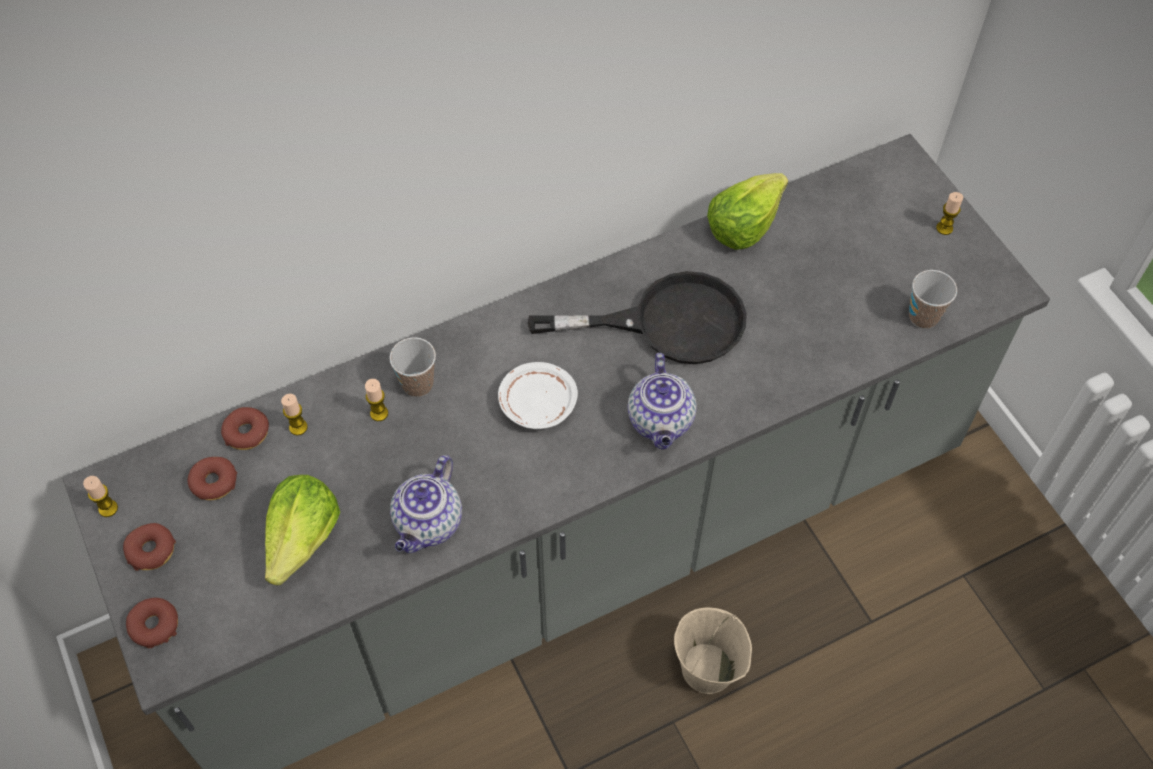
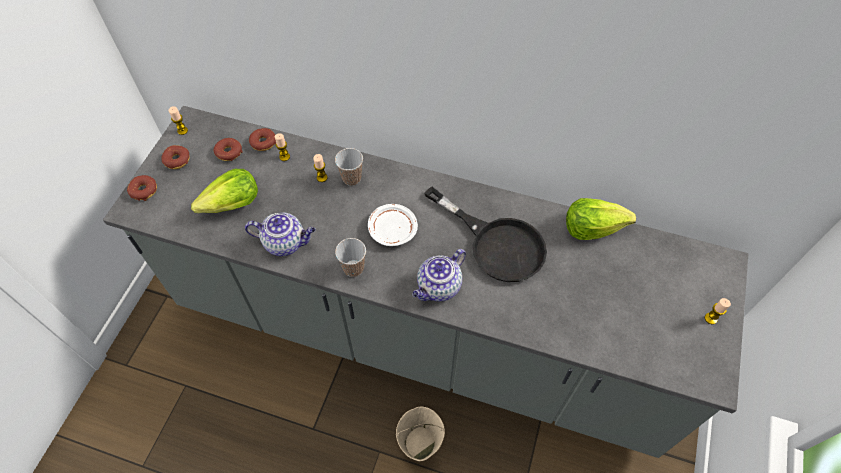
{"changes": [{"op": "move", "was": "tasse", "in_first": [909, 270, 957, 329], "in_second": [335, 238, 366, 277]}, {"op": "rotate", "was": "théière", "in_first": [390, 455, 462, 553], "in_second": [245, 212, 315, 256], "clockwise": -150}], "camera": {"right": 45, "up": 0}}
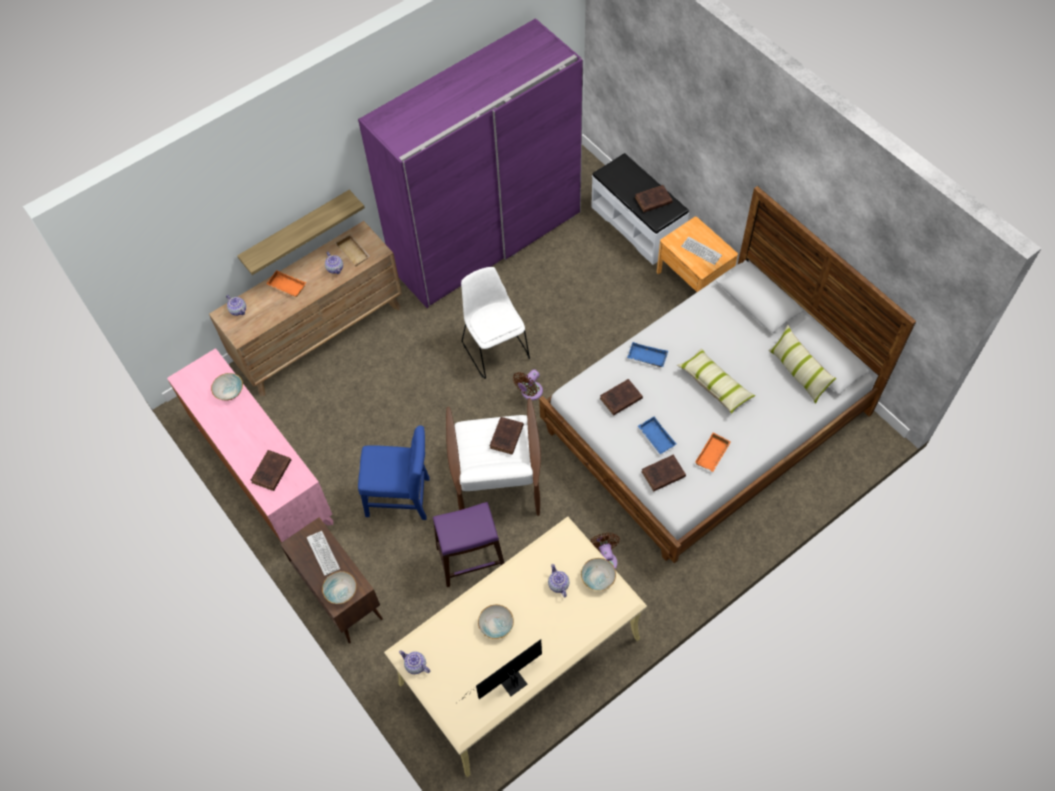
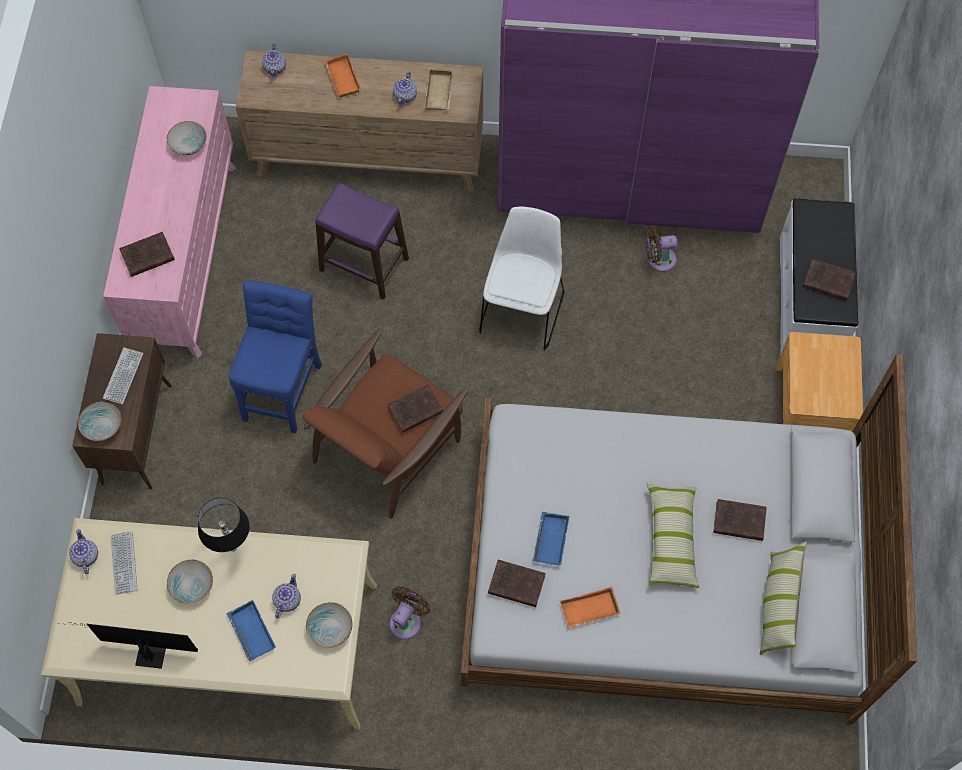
{"changes": [{"op": "delete", "was": "étagère", "in_first": [237, 190, 365, 275]}, {"op": "insert", "now": "lampe de table (noir)", "in_second": [198, 498, 250, 552]}, {"op": "move", "was": "tabouret (violet)", "in_first": [433, 502, 504, 587], "in_second": [315, 183, 409, 300]}, {"op": "move", "was": "ventilateur (marron)", "in_first": [513, 369, 543, 400], "in_second": [645, 225, 678, 272]}, {"op": "move", "was": "livre (marron)", "in_first": [600, 379, 643, 415], "in_second": [713, 499, 767, 541]}, {"op": "move", "was": "plateau (bleu)", "in_first": [627, 342, 668, 367], "in_second": [226, 600, 276, 662]}, {"op": "move", "was": "clavier", "in_first": [681, 237, 722, 265], "in_second": [111, 531, 138, 595]}, {"op": "recolor", "was": "fauteuil (blanc)", "now": "fauteuil (marron)", "in_first": [446, 398, 541, 516], "in_second": [302, 330, 468, 519]}, {"op": "rotate", "was": "chaise (bleu)", "in_first": [358, 425, 430, 520], "in_second": [229, 280, 322, 433], "clockwise": -120}], "camera": {"right": 40, "up": 5}}
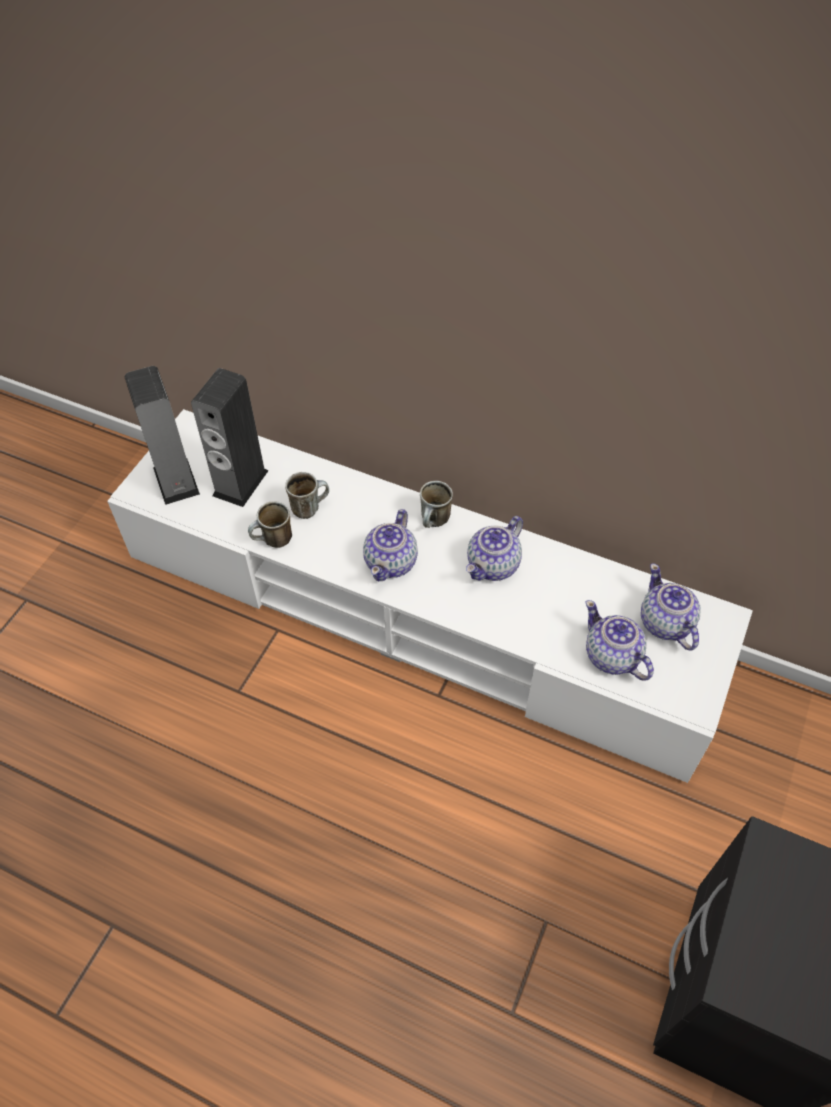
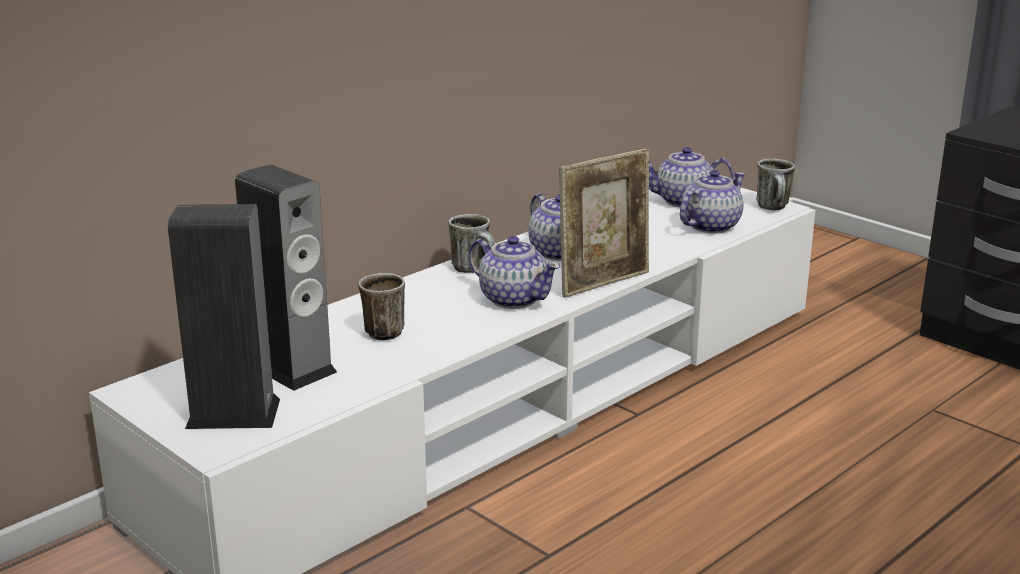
{"changes": [{"op": "insert", "now": "cadre photo", "in_second": [559, 148, 649, 298]}, {"op": "move", "was": "mug", "in_first": [248, 501, 292, 548], "in_second": [756, 159, 795, 210]}, {"op": "rotate", "was": "théière", "in_first": [585, 600, 654, 681], "in_second": [680, 170, 745, 233], "clockwise": 150}], "camera": {"right": -70, "up": -30}}
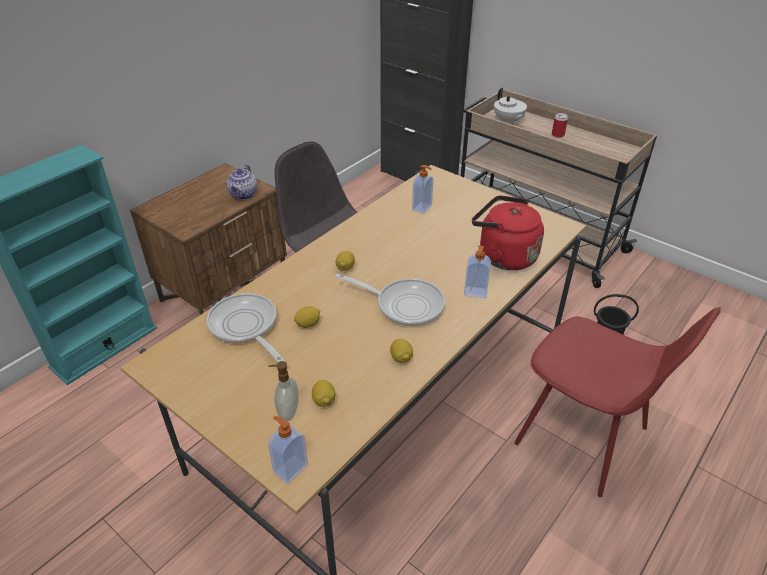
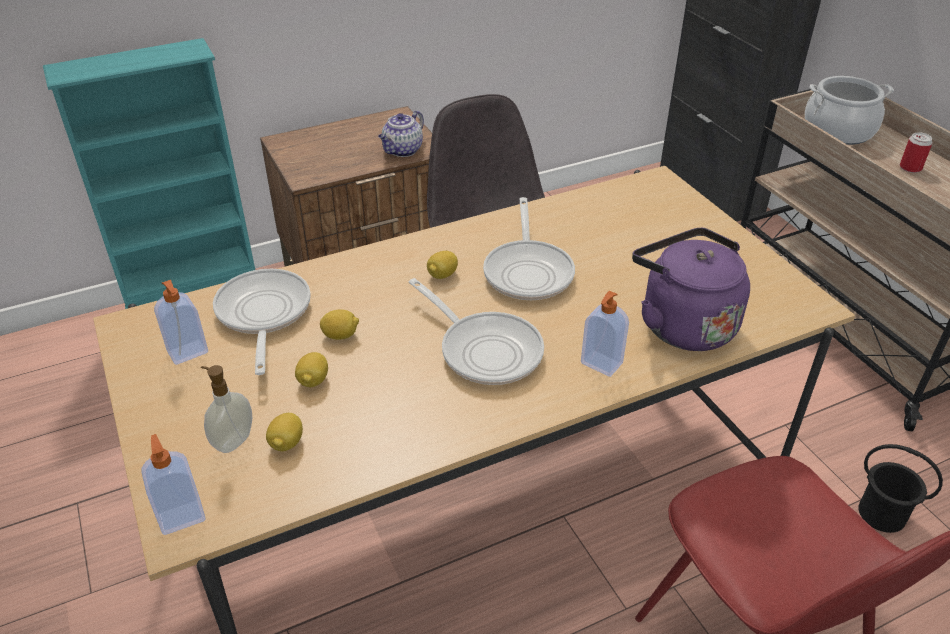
{"changes": [{"op": "insert", "now": "poêle", "in_second": [483, 197, 575, 300]}, {"op": "move", "was": "citron", "in_first": [390, 339, 413, 363], "in_second": [295, 352, 328, 387]}, {"op": "move", "was": "distributeur de savon", "in_first": [412, 165, 433, 214], "in_second": [154, 280, 208, 365]}, {"op": "replace", "was": "théière (blanc)", "now": "marmite", "in_first": [494, 88, 527, 125], "in_second": [805, 76, 894, 145]}, {"op": "recolor", "was": "bouilloire (rouge)", "now": "bouilloire (violet)", "in_first": [472, 195, 544, 270], "in_second": [632, 228, 750, 351]}], "camera": {"right": 25, "up": 0}}
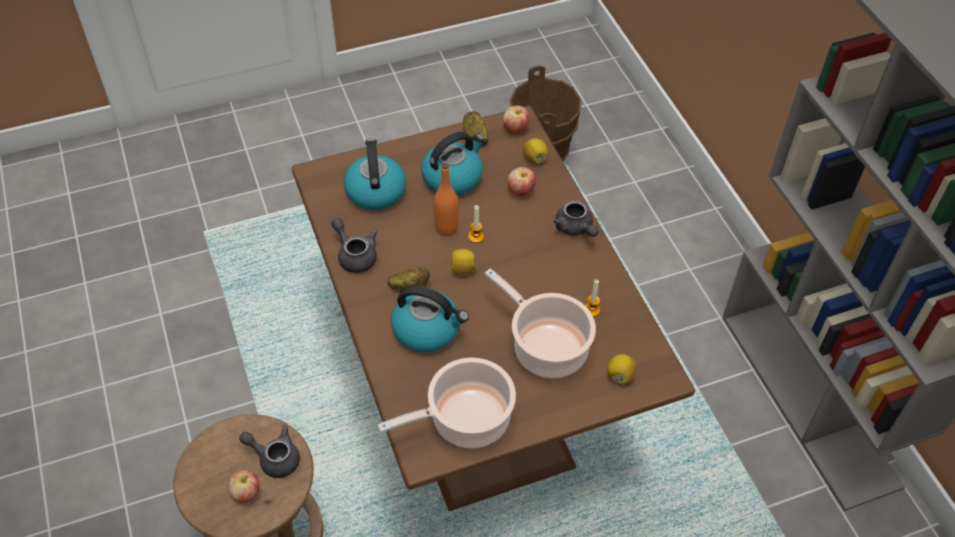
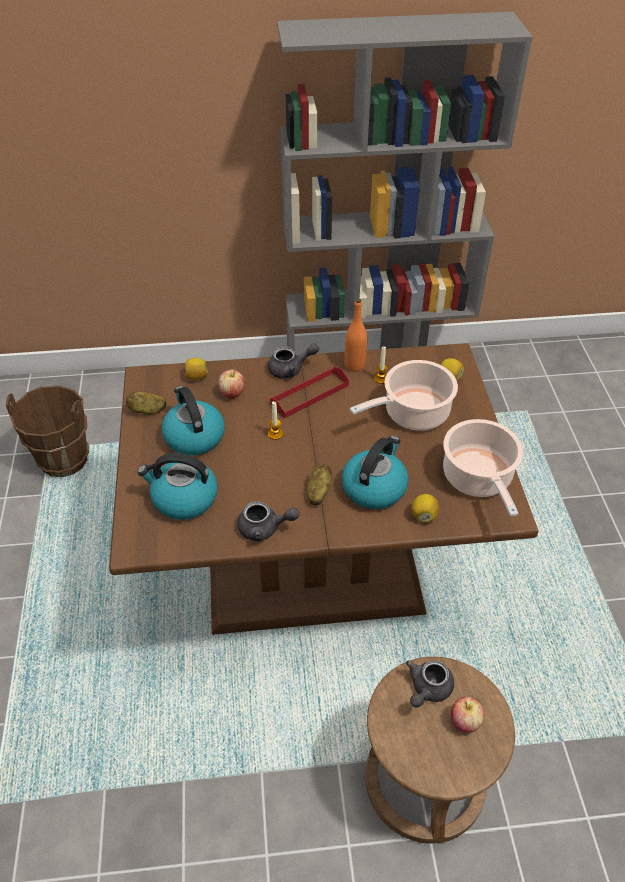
{"changes": [{"op": "delete", "was": "pomme", "in_first": [503, 105, 530, 134]}, {"op": "insert", "now": "plateau (rouge)", "in_second": [270, 367, 349, 418]}, {"op": "move", "was": "bouteille (orange)", "in_first": [434, 163, 458, 236], "in_second": [345, 298, 367, 372]}, {"op": "move", "was": "citron", "in_first": [451, 249, 477, 274], "in_second": [412, 494, 439, 523]}, {"op": "rotate", "was": "théière (gris)", "in_first": [331, 218, 377, 273], "in_second": [237, 501, 299, 542], "clockwise": -150}], "camera": {"right": -75, "up": -5}}
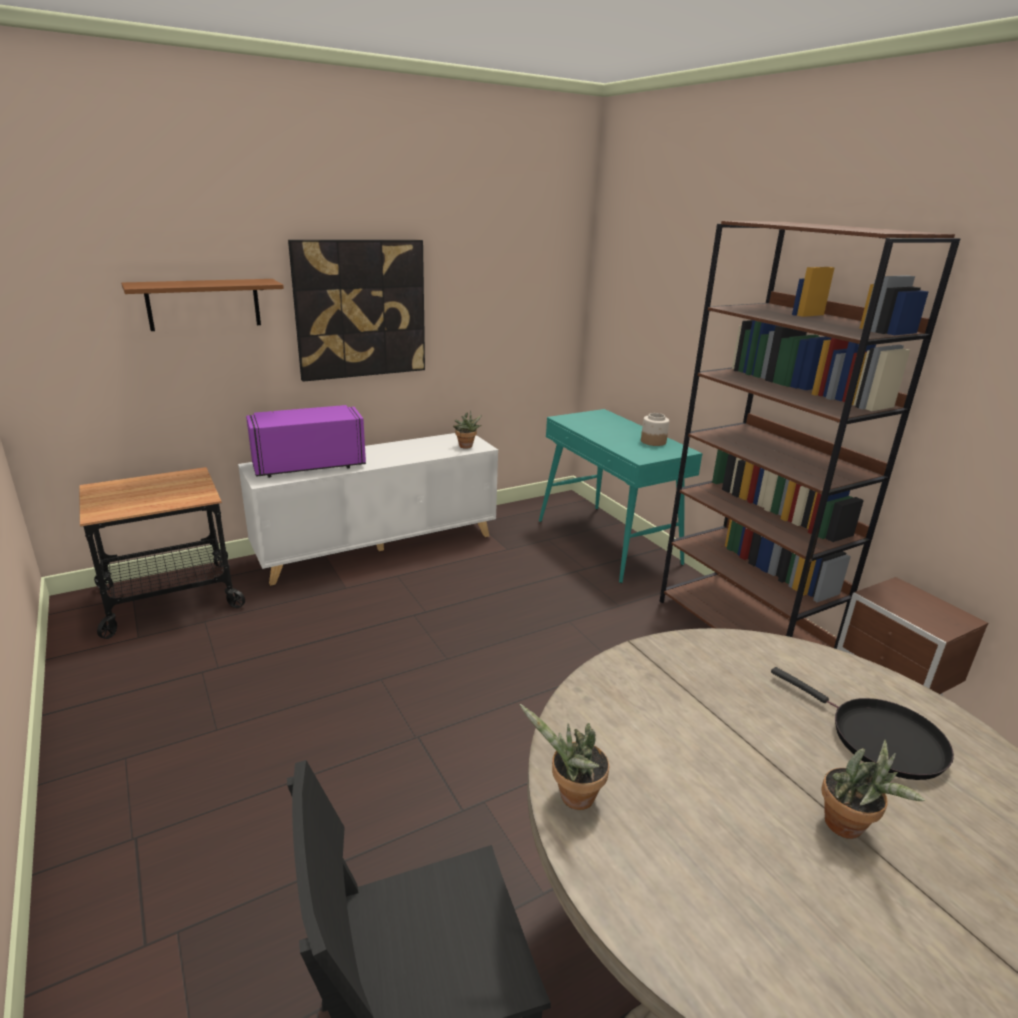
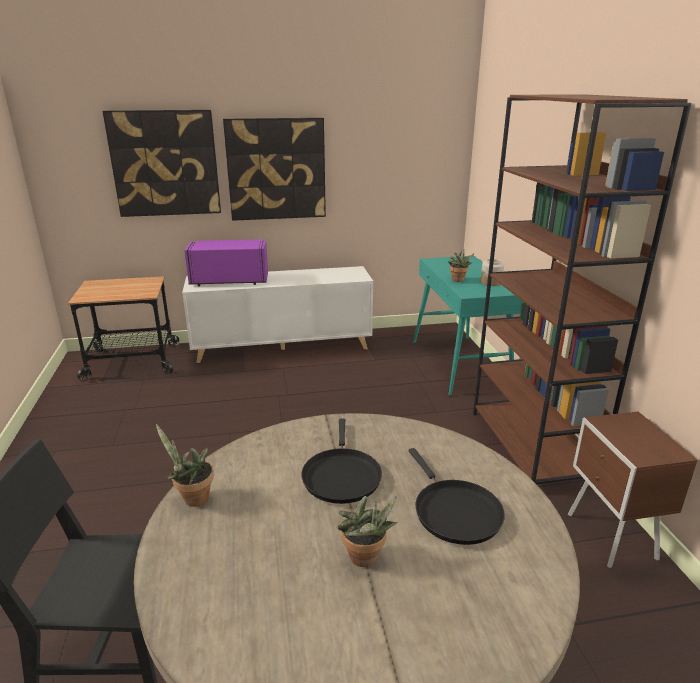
{"changes": [{"op": "insert", "now": "poêle (noir)", "in_second": [301, 419, 382, 504]}, {"op": "move", "was": "plante en pot", "in_first": [453, 410, 482, 449], "in_second": [448, 250, 475, 282]}, {"op": "replace", "was": "étagère (marron)", "now": "tableau", "in_first": [121, 279, 284, 331], "in_second": [103, 110, 221, 217]}], "camera": {"right": 20, "up": 0}}
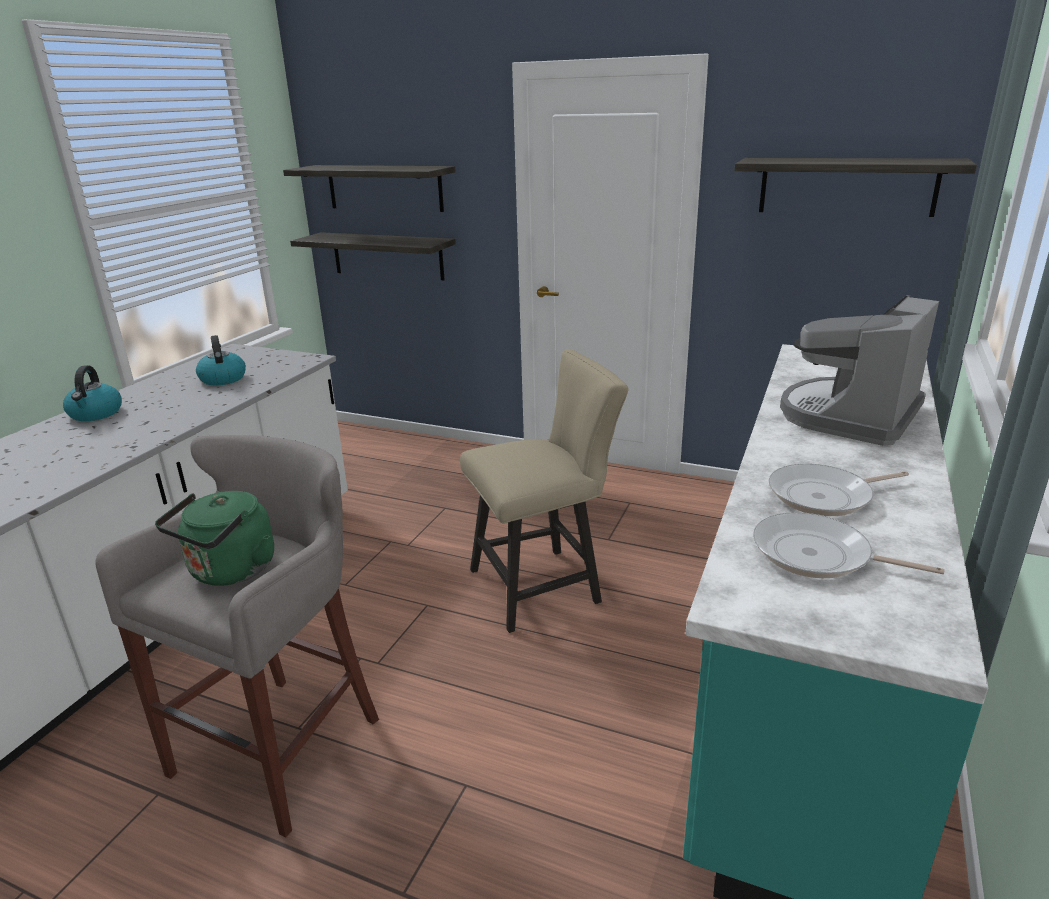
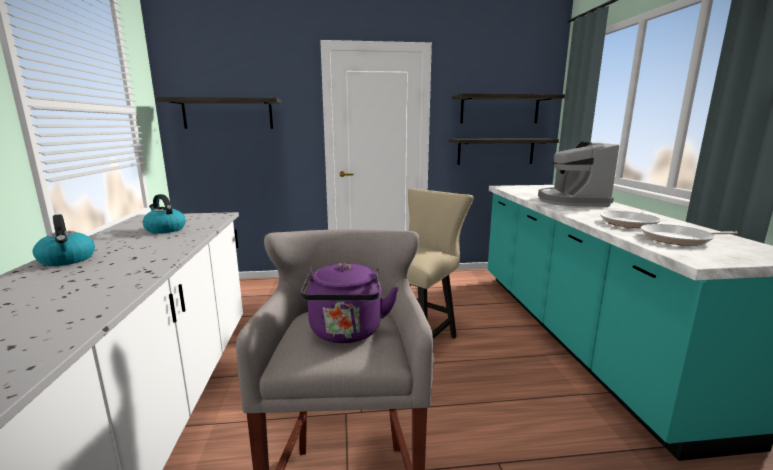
{"changes": [{"op": "move", "was": "étagère", "in_first": [290, 232, 456, 280], "in_second": [449, 138, 559, 165]}, {"op": "recolor", "was": "bouilloire (vert)", "now": "bouilloire (violet)", "in_first": [155, 491, 274, 586], "in_second": [301, 263, 399, 343]}], "camera": {"right": -30, "up": -10}}
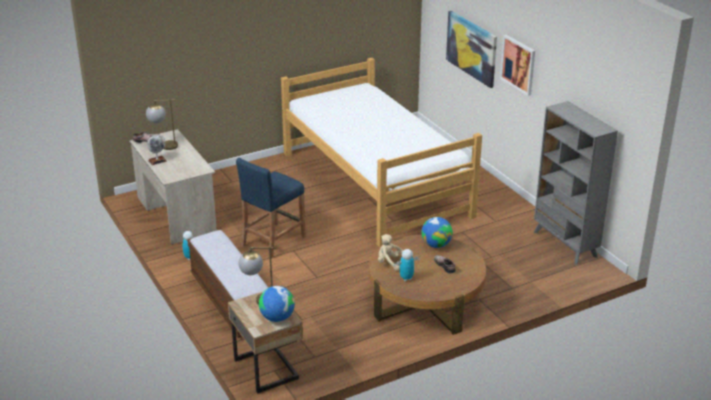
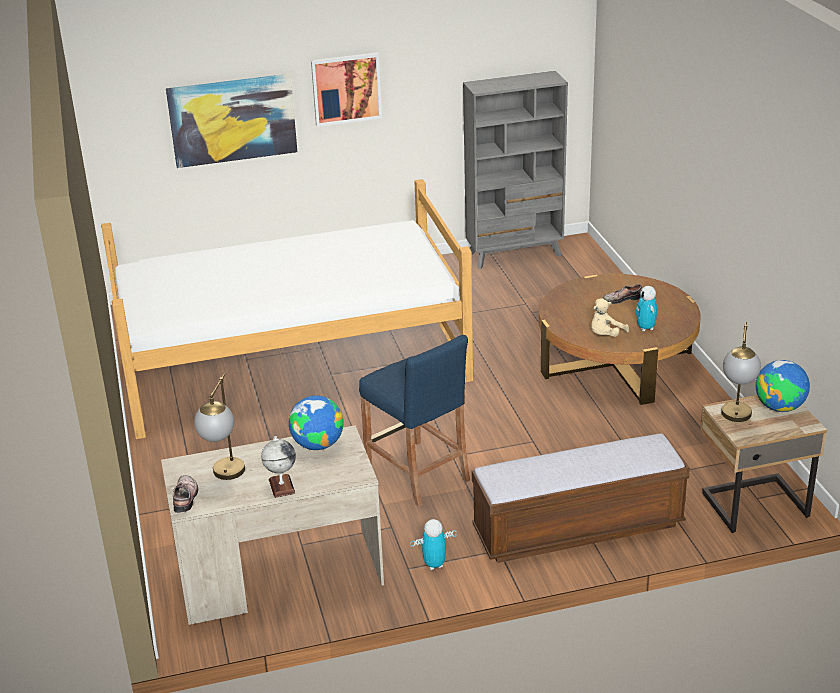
{"changes": [{"op": "move", "was": "globe", "in_first": [421, 217, 453, 248], "in_second": [289, 395, 343, 450]}], "camera": {"right": -75, "up": 0}}
